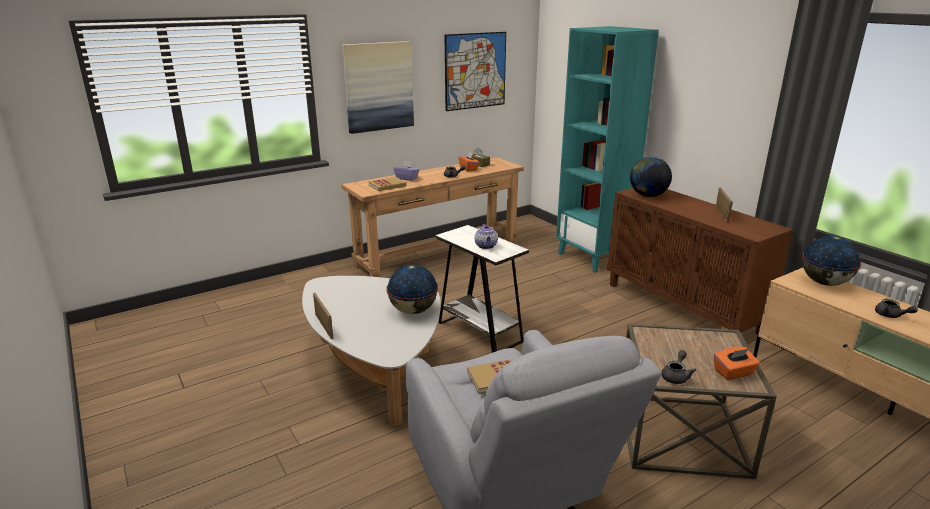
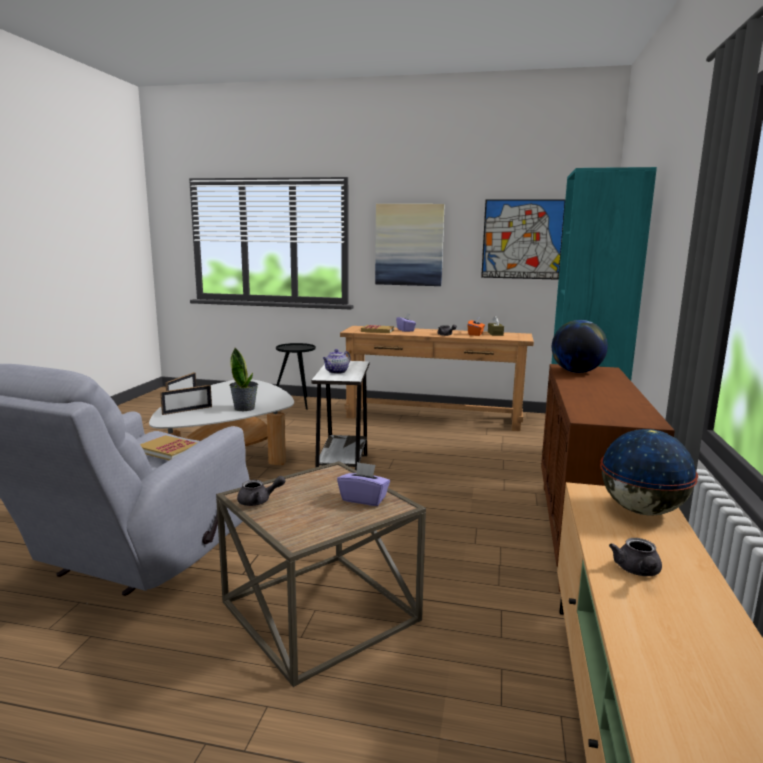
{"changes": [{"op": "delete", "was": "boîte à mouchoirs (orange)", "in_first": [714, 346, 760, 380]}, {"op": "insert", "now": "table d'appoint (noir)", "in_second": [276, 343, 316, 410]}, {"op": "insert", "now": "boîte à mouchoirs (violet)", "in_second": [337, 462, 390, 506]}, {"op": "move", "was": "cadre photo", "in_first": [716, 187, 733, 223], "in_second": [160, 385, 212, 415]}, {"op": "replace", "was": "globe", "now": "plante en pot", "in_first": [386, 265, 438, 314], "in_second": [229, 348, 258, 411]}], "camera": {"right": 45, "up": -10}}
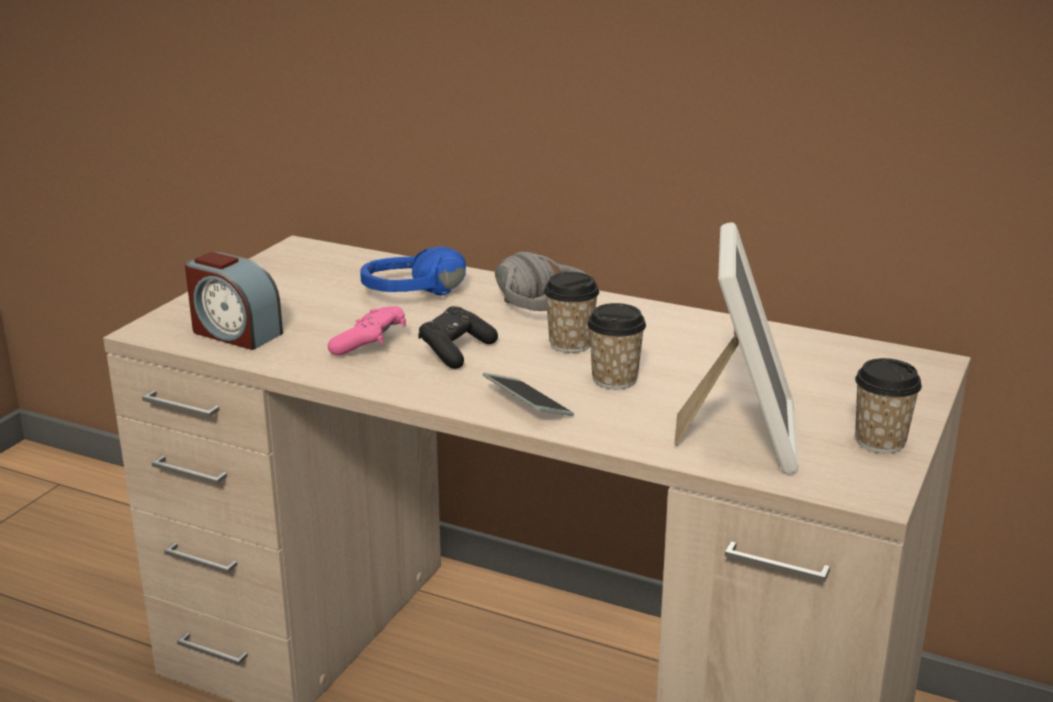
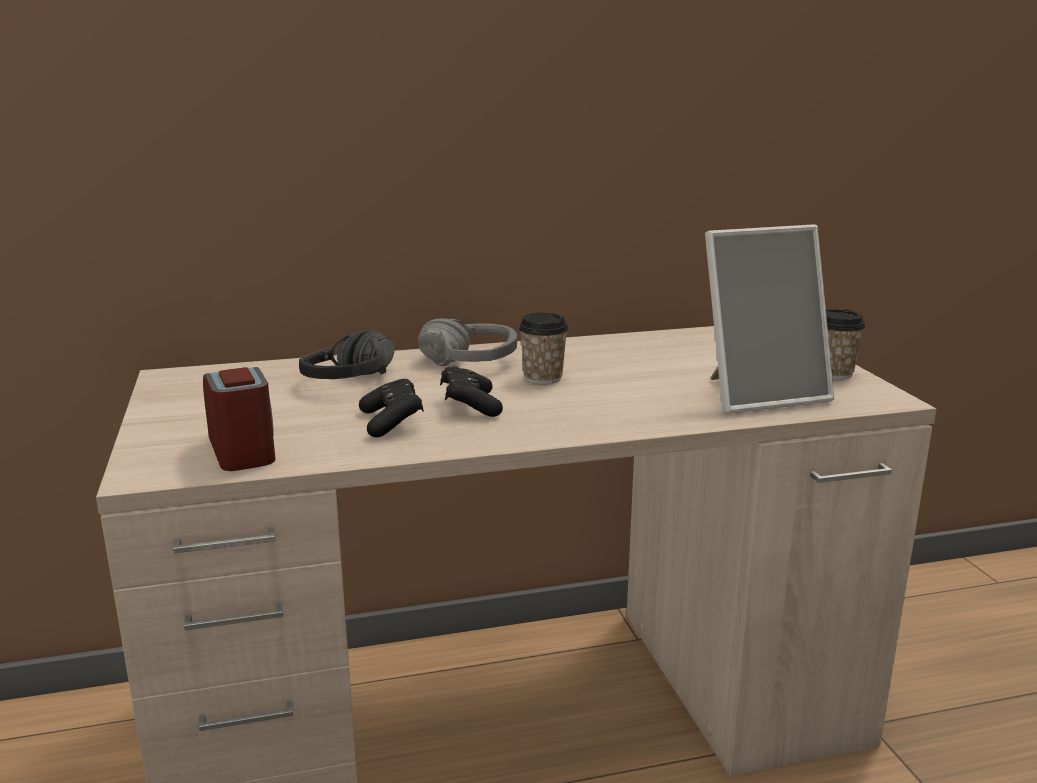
{"changes": [{"op": "delete", "was": "téléphone", "in_first": [483, 373, 574, 416]}, {"op": "delete", "was": "tasse", "in_first": [587, 303, 646, 389]}, {"op": "recolor", "was": "manette (rose)", "now": "manette (noir)", "in_first": [328, 306, 406, 356], "in_second": [359, 379, 424, 437]}, {"op": "recolor", "was": "casque audio (bleu)", "now": "casque audio (noir)", "in_first": [361, 247, 466, 296], "in_second": [299, 330, 395, 379]}, {"op": "rotate", "was": "réveil", "in_first": [185, 252, 283, 350], "in_second": [203, 367, 275, 471], "clockwise": -105}, {"op": "rotate", "was": "cadre photo", "in_first": [674, 222, 799, 474], "in_second": [705, 224, 834, 414], "clockwise": 105}], "camera": {"right": -40, "up": -5}}
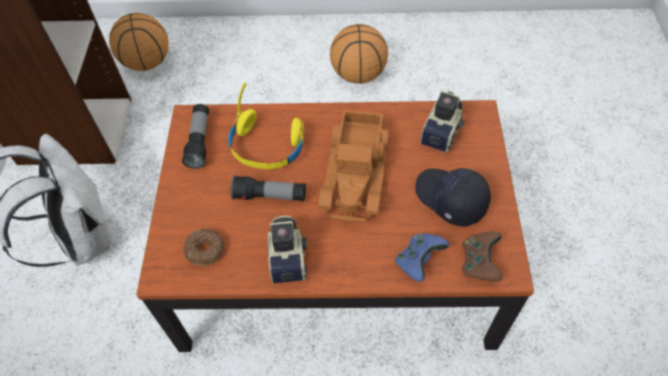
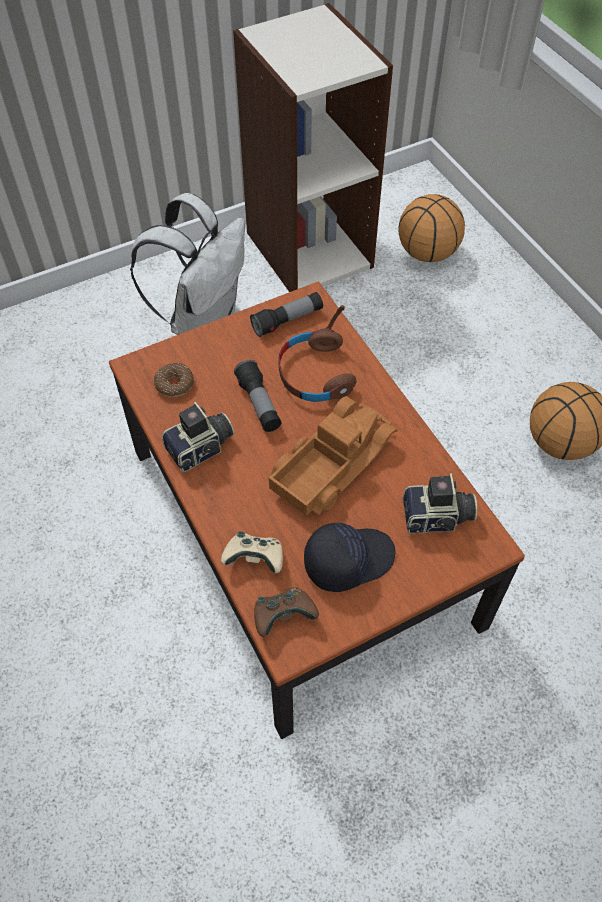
{"changes": [{"op": "recolor", "was": "casque audio (jaune)", "now": "casque audio (marron)", "in_first": [228, 82, 304, 169], "in_second": [278, 305, 357, 402]}, {"op": "recolor", "was": "manette (bleu)", "now": "manette (beige)", "in_first": [395, 233, 450, 282], "in_second": [221, 531, 283, 573]}, {"op": "rotate", "was": "camion jouet", "in_first": [319, 110, 389, 222], "in_second": [268, 396, 398, 516], "clockwise": 150}, {"op": "rotate", "was": "casquette (noir)", "in_first": [415, 168, 491, 227], "in_second": [304, 523, 396, 592], "clockwise": 45}], "camera": {"right": 60, "up": 0}}
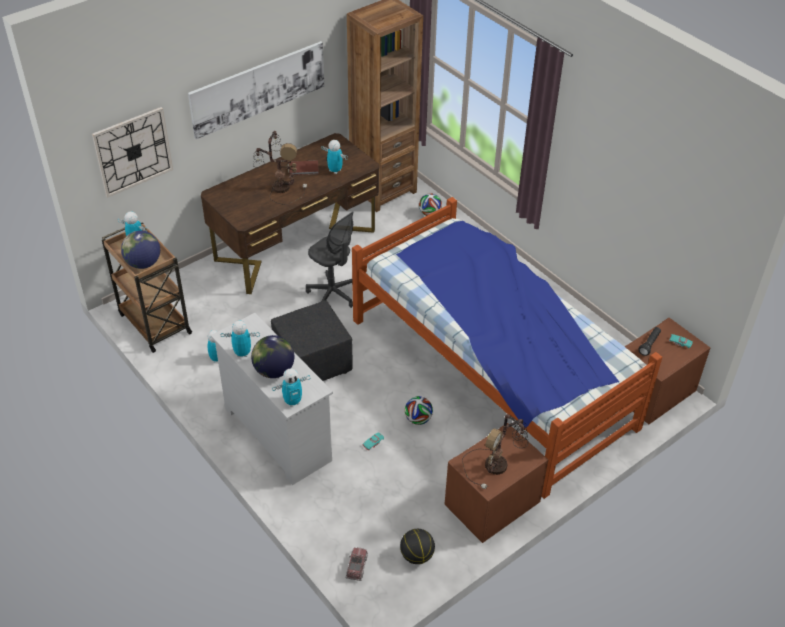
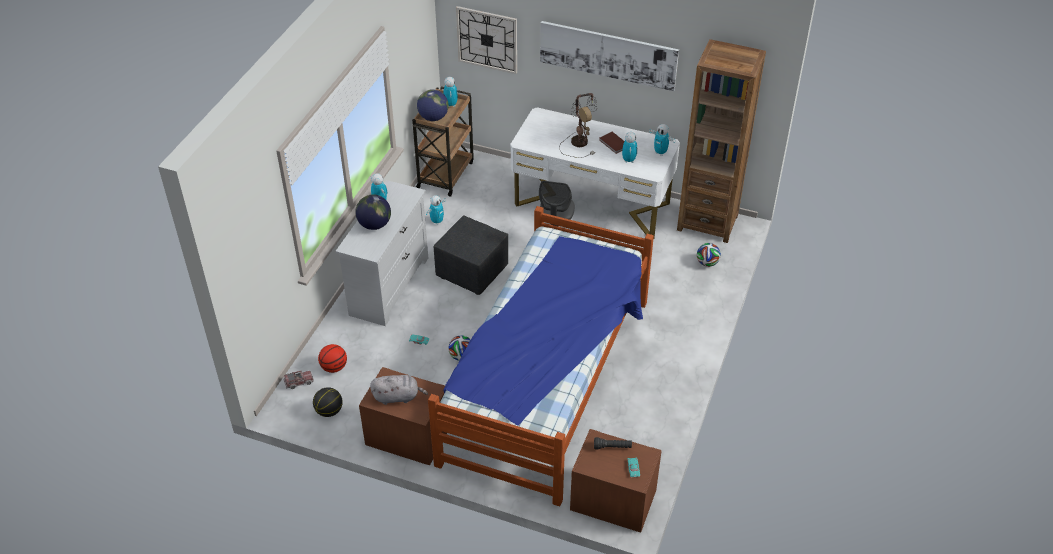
{"changes": [{"op": "insert", "now": "ballon de basket", "in_second": [318, 344, 347, 373]}, {"op": "move", "was": "robot jouet", "in_first": [272, 369, 311, 407], "in_second": [649, 124, 676, 156]}, {"op": "replace", "was": "lampe de table", "now": "peluche (gris)", "in_first": [462, 414, 528, 489], "in_second": [370, 375, 428, 405]}, {"op": "recolor", "was": "bureau (marron)", "now": "bureau (blanc)", "in_first": [201, 133, 379, 294], "in_second": [510, 107, 680, 237]}], "camera": {"right": 60, "up": 0}}
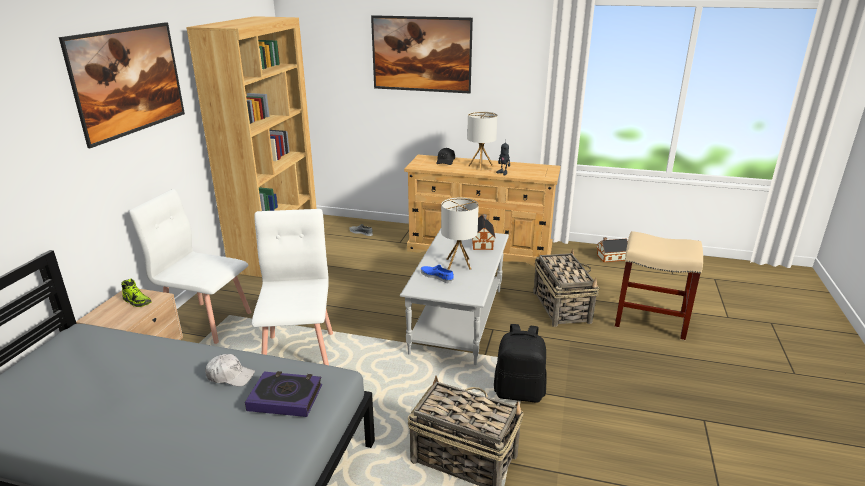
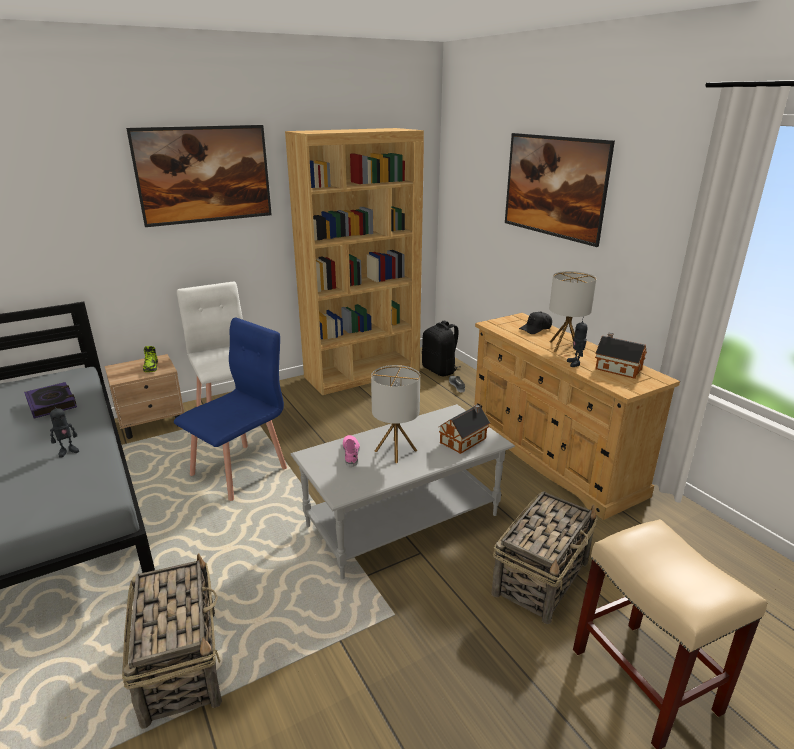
{"changes": [{"op": "move", "was": "livre", "in_first": [245, 371, 322, 417], "in_second": [24, 382, 77, 418]}, {"op": "move", "was": "sac à dos (noir)", "in_first": [494, 324, 547, 403], "in_second": [422, 321, 460, 376]}, {"op": "move", "was": "maison miniature", "in_first": [596, 237, 628, 262], "in_second": [595, 332, 647, 379]}, {"op": "replace", "was": "casquette (blanc)", "now": "robot jouet", "in_first": [205, 354, 255, 386], "in_second": [50, 404, 79, 458]}, {"op": "recolor", "was": "chaise (blanc)", "now": "chaise (bleu)", "in_first": [252, 209, 333, 365], "in_second": [174, 317, 287, 501]}, {"op": "recolor", "was": "chaussure (bleu)", "now": "chaussure (rose)", "in_first": [421, 265, 454, 284], "in_second": [343, 435, 360, 467]}], "camera": {"right": 45, "up": 0}}
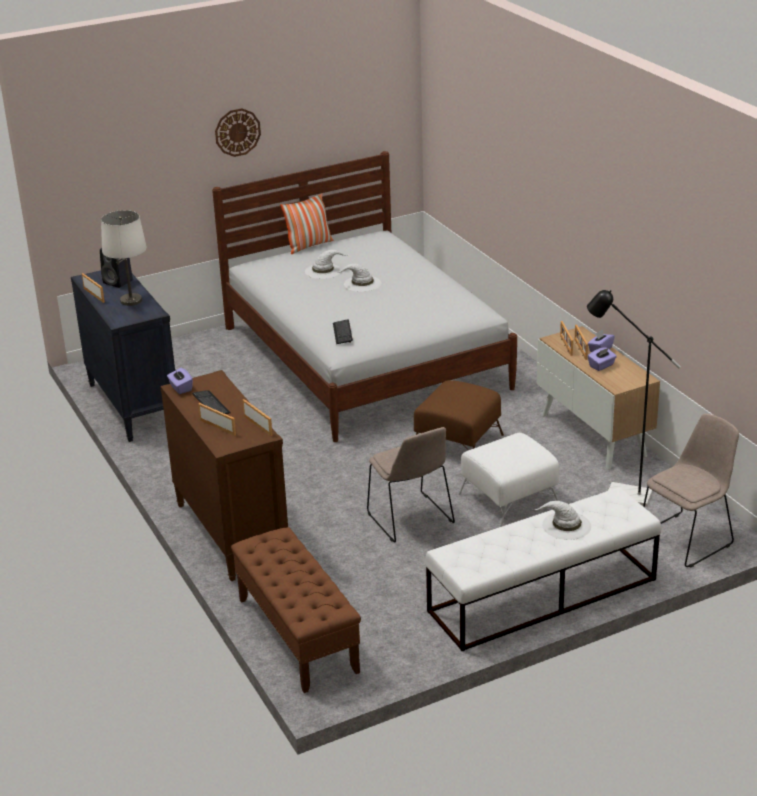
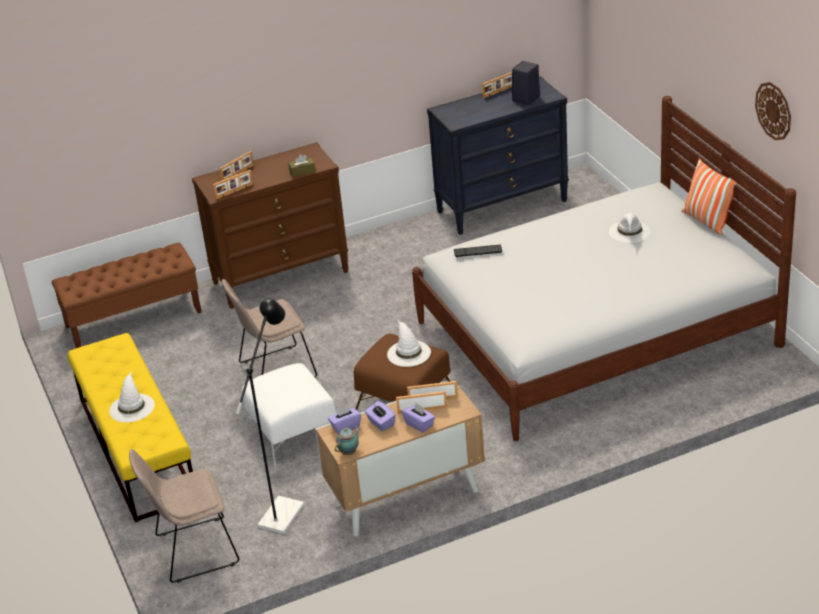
{"changes": [{"op": "delete", "was": "lampe de table (blanc)", "in_first": [101, 210, 147, 306]}, {"op": "delete", "was": "clavier", "in_first": [192, 390, 231, 414]}, {"op": "insert", "now": "boîte à mouchoirs (marron)", "in_second": [288, 154, 315, 177]}, {"op": "insert", "now": "théière", "in_second": [335, 427, 361, 455]}, {"op": "move", "was": "boîte à mouchoirs (violet)", "in_first": [167, 368, 193, 394], "in_second": [328, 405, 361, 434]}, {"op": "move", "was": "horloge murale", "in_first": [215, 108, 261, 157], "in_second": [755, 82, 791, 140]}, {"op": "move", "was": "chapeau (blanc)", "in_first": [336, 264, 381, 292], "in_second": [387, 319, 431, 367]}, {"op": "recolor", "was": "banc (blanc)", "now": "banc (jaune)", "in_first": [425, 487, 661, 651], "in_second": [67, 333, 193, 522]}, {"op": "rotate", "was": "chaise (beige)", "in_first": [643, 414, 739, 568], "in_second": [129, 449, 239, 583], "clockwise": 105}], "camera": {"right": 95, "up": 5}}
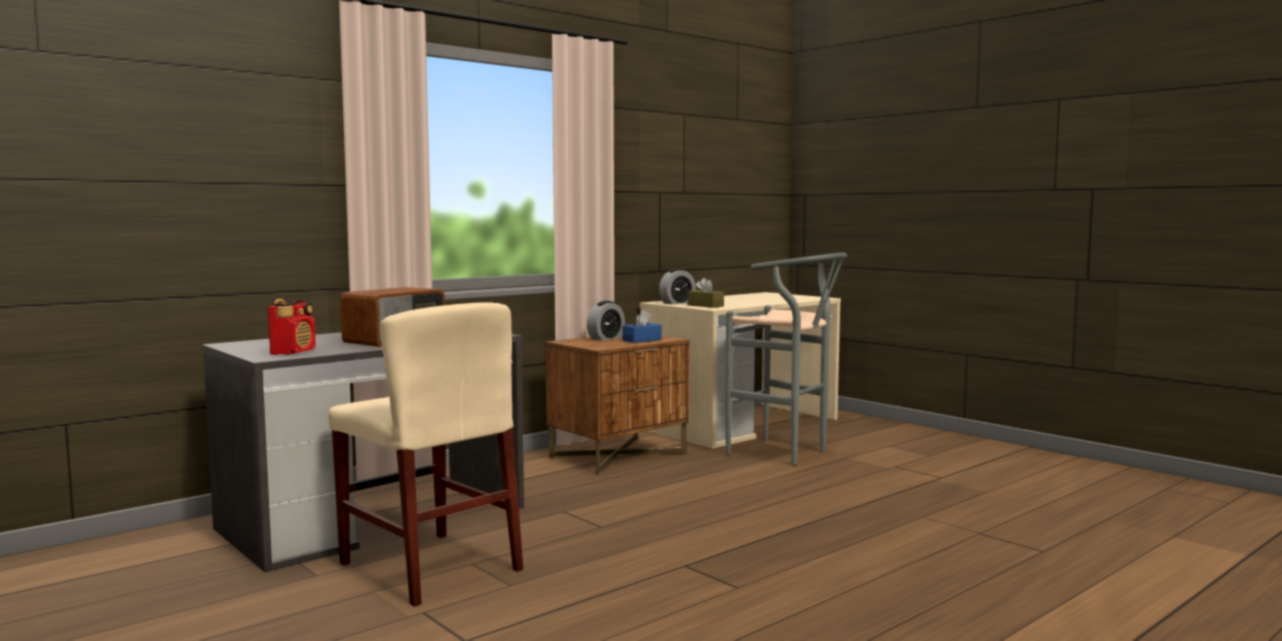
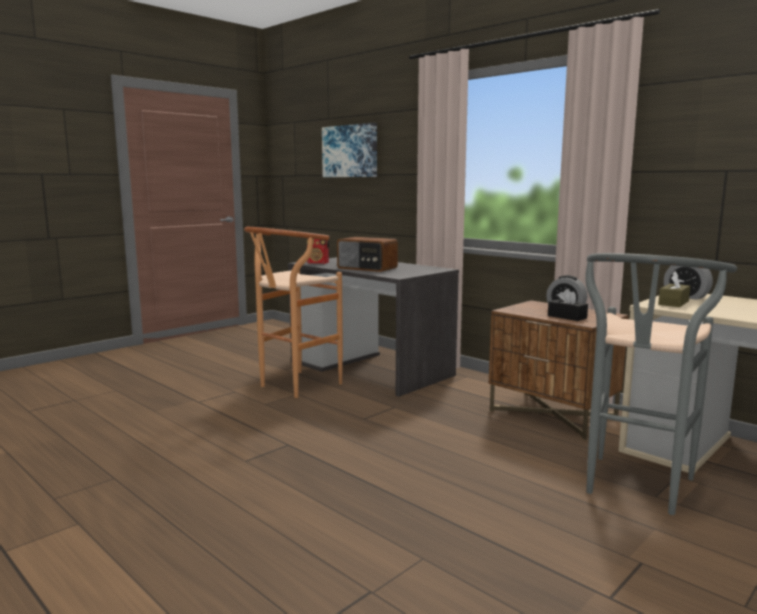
{"changes": [{"op": "insert", "now": "tableau", "in_second": [322, 123, 377, 177]}, {"op": "replace", "was": "chaise (beige)", "now": "tabouret (marron)", "in_first": [328, 302, 523, 607], "in_second": [244, 227, 343, 398]}, {"op": "recolor", "was": "boîte à mouchoirs (bleu)", "now": "boîte à mouchoirs (noir)", "in_first": [623, 310, 662, 343], "in_second": [548, 289, 588, 321]}], "camera": {"right": 85, "up": 5}}
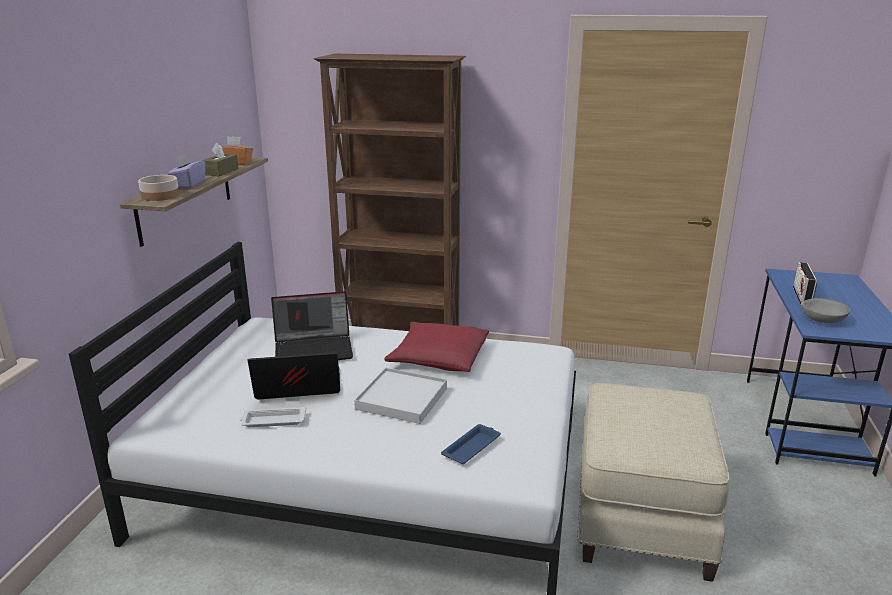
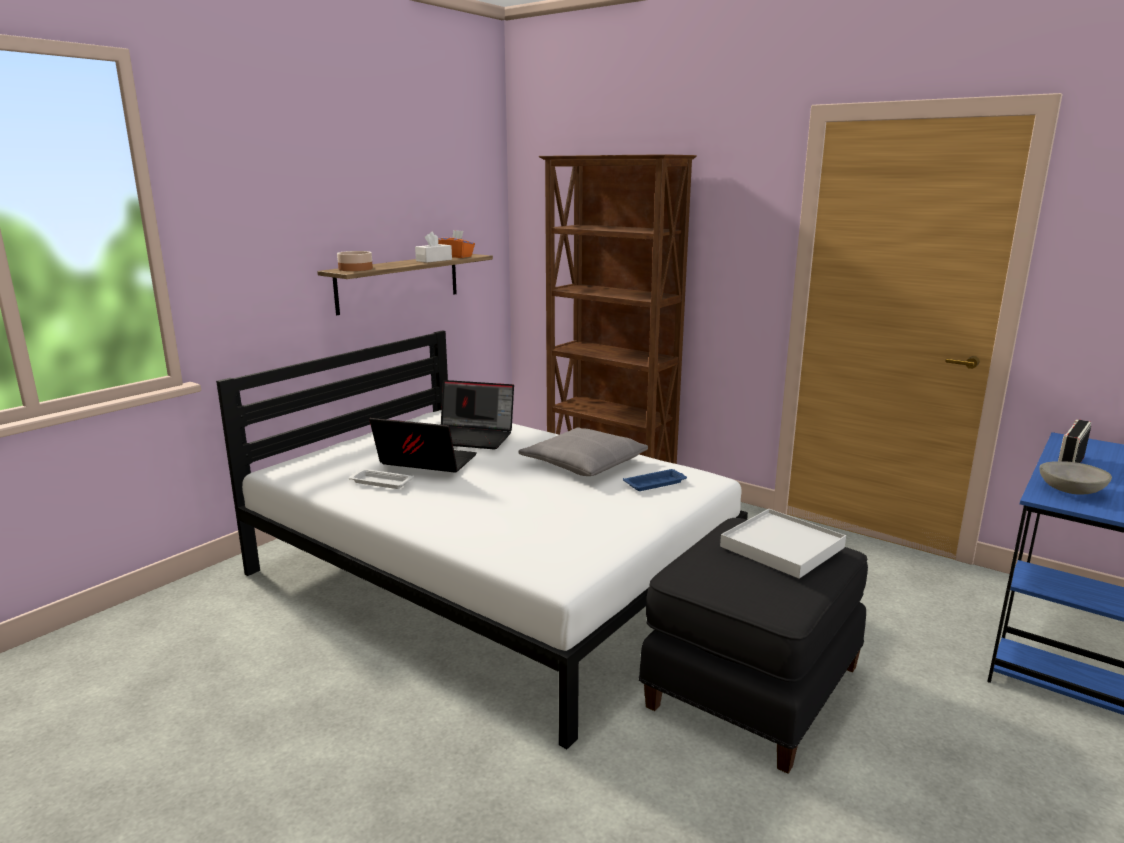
{"changes": [{"op": "delete", "was": "boîte à mouchoirs (violet)", "in_first": [167, 154, 205, 188]}, {"op": "move", "was": "plateau (blanc)", "in_first": [354, 367, 447, 424], "in_second": [720, 509, 846, 579]}, {"op": "move", "was": "plateau (bleu)", "in_first": [441, 424, 501, 464], "in_second": [623, 469, 687, 491]}, {"op": "recolor", "was": "boîte à mouchoirs (marron)", "now": "boîte à mouchoirs (blanc)", "in_first": [202, 143, 238, 176], "in_second": [415, 232, 452, 263]}, {"op": "recolor", "was": "coussin (rouge)", "now": "coussin (gris)", "in_first": [384, 322, 489, 372], "in_second": [519, 427, 648, 476]}, {"op": "recolor", "was": "pouf (beige)", "now": "pouf (noir)", "in_first": [577, 383, 729, 582], "in_second": [639, 518, 868, 774]}], "camera": {"right": 25, "up": -5}}
